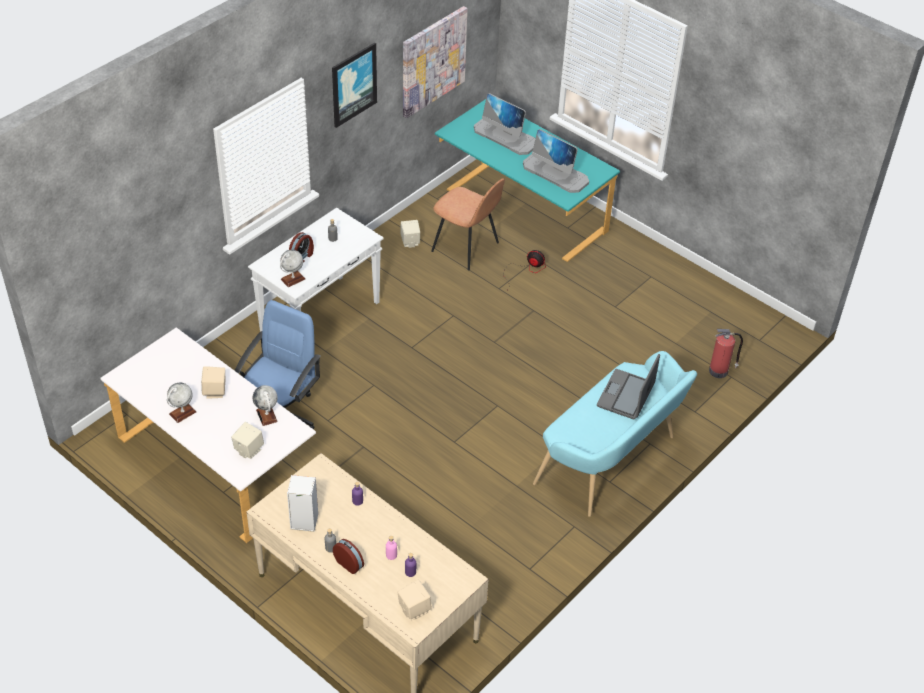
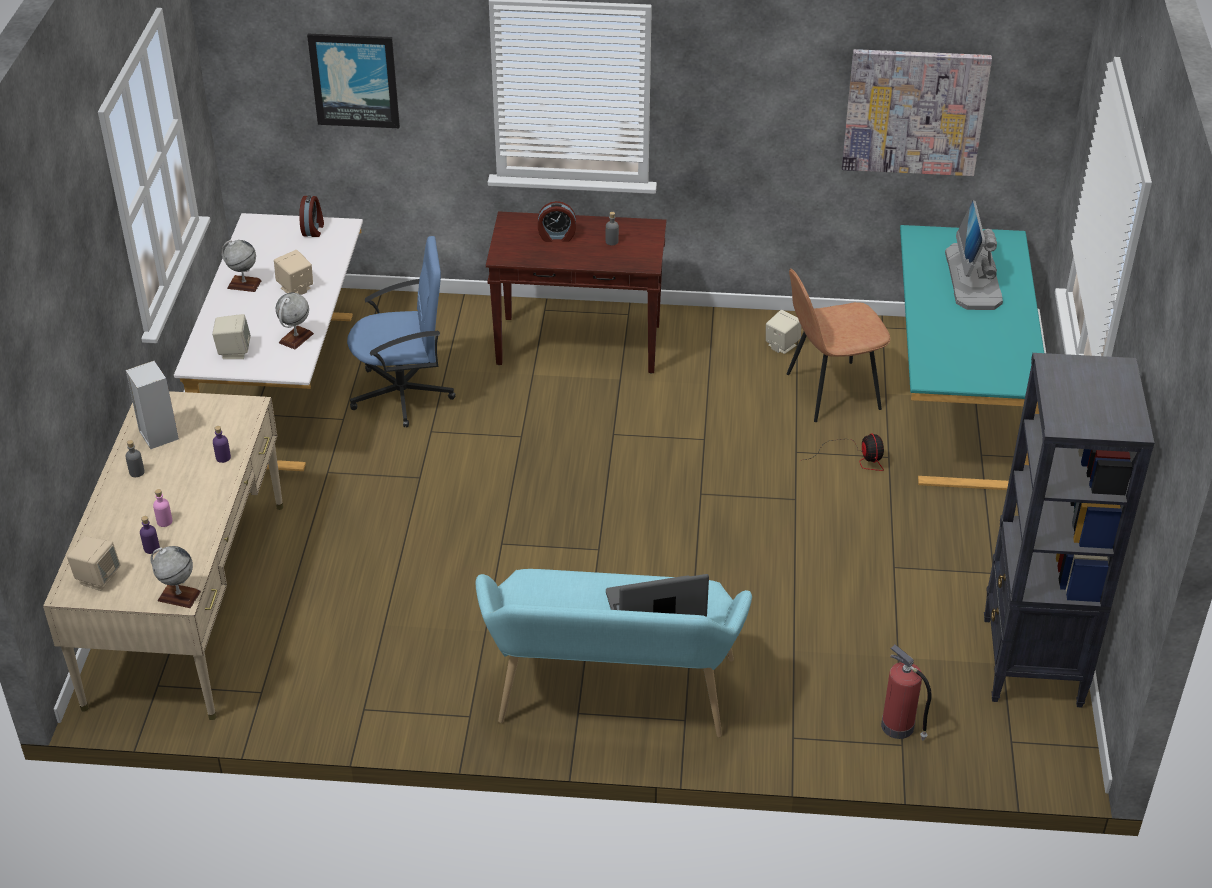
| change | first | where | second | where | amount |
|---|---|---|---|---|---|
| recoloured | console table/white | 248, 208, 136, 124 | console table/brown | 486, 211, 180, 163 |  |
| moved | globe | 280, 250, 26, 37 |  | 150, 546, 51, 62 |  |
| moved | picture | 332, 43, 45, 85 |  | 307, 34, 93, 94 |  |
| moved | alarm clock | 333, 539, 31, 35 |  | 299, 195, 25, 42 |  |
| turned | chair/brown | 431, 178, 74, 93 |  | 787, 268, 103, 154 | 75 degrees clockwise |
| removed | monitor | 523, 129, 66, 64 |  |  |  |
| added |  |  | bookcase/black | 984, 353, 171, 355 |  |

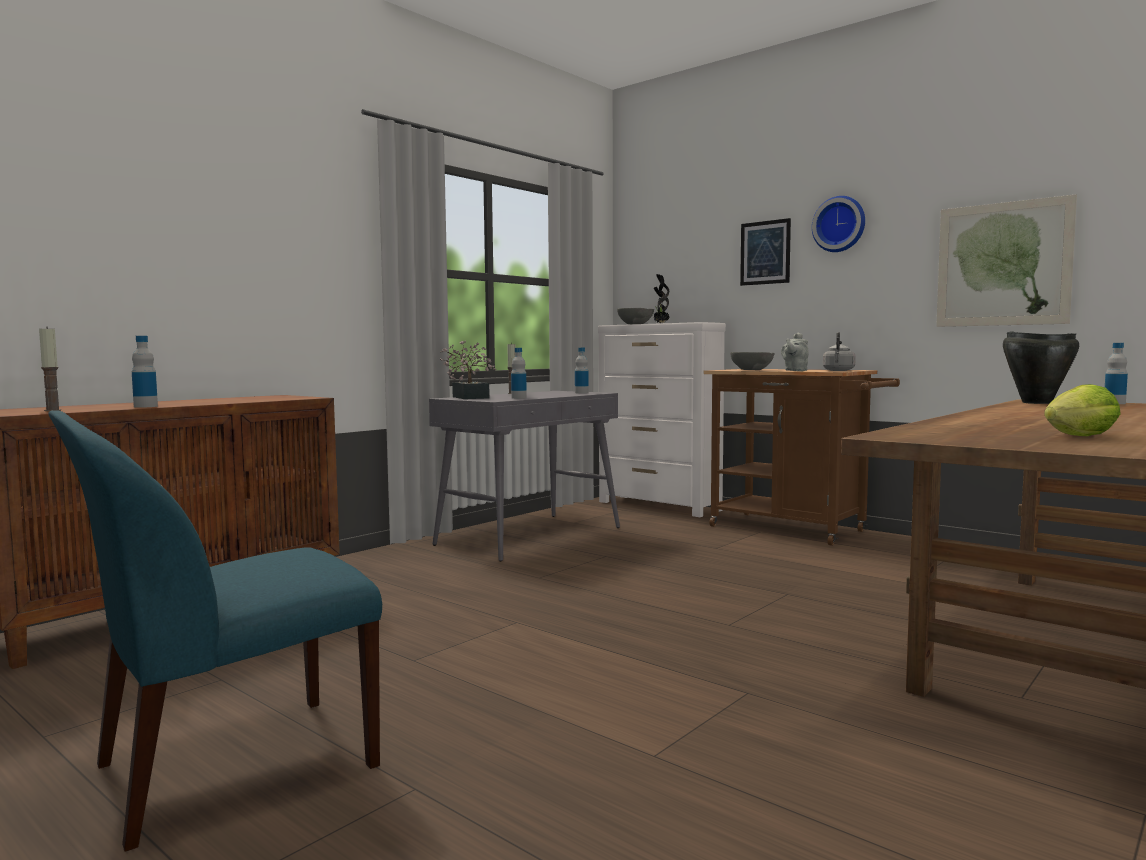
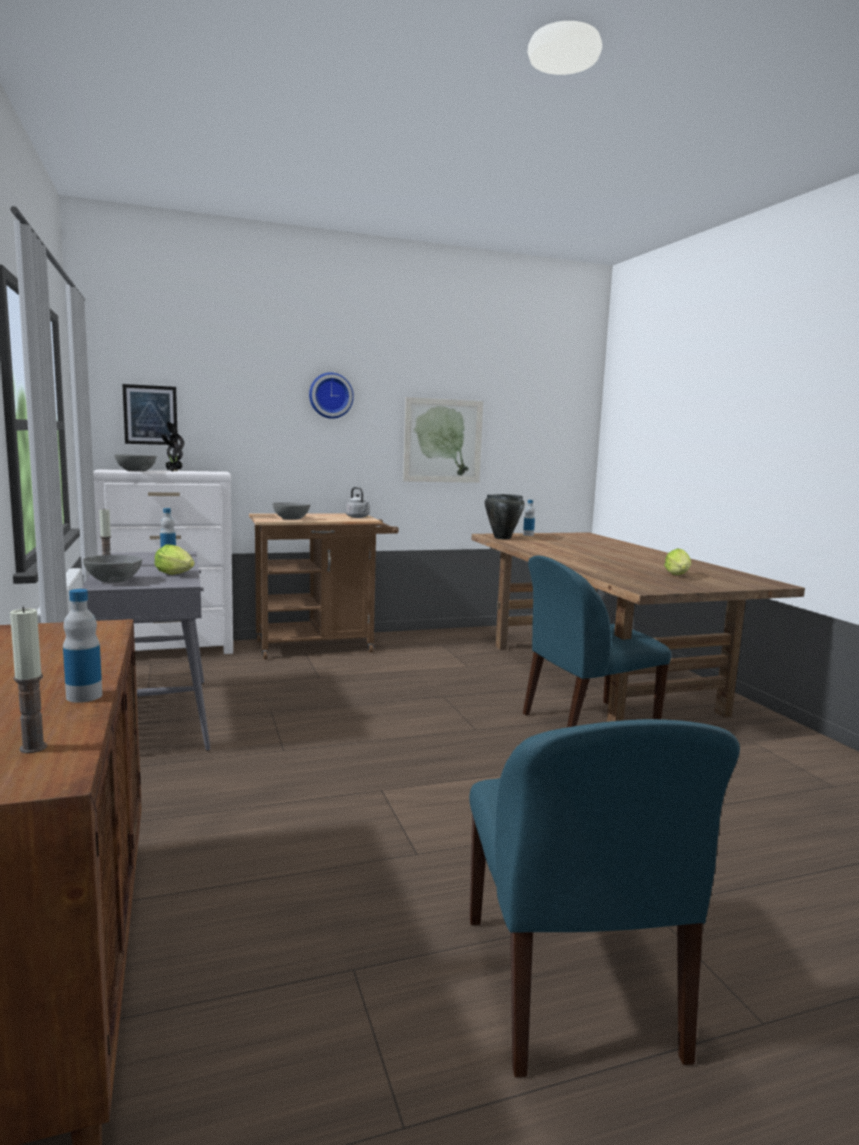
| change | first | where | second | where | amount |
|---|---|---|---|---|---|
| replaced | potted plant | 440, 340, 56, 59 | bowl/grey | 83, 555, 59, 28 |  |
| replaced | bottle | 511, 348, 16, 51 | lettuce | 154, 545, 41, 30 |  |
| moved | picture | 740, 218, 51, 68 |  | 122, 384, 56, 61 |  |
| removed | teapot/grey | 781, 332, 28, 39 |  |  |  |
| added |  |  | chair/blue | 523, 556, 148, 171 |  |

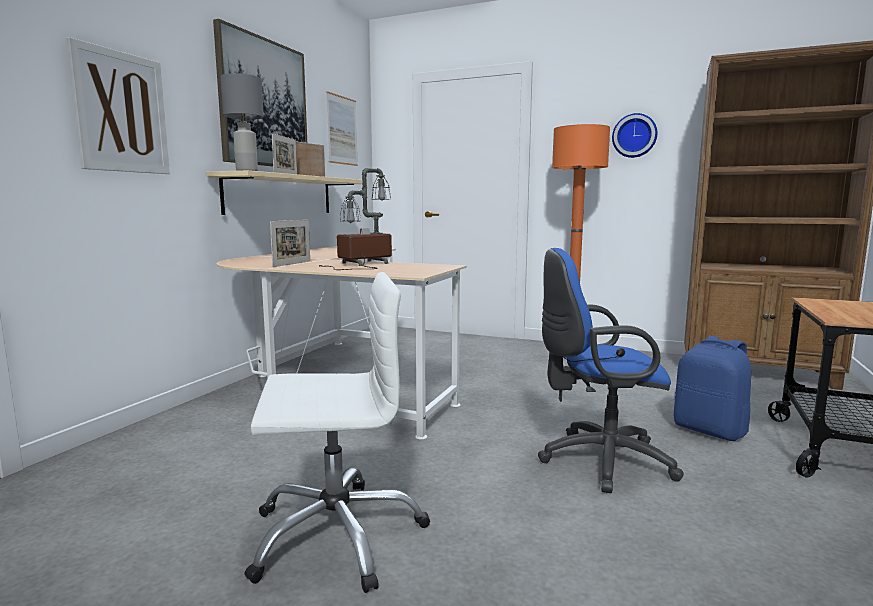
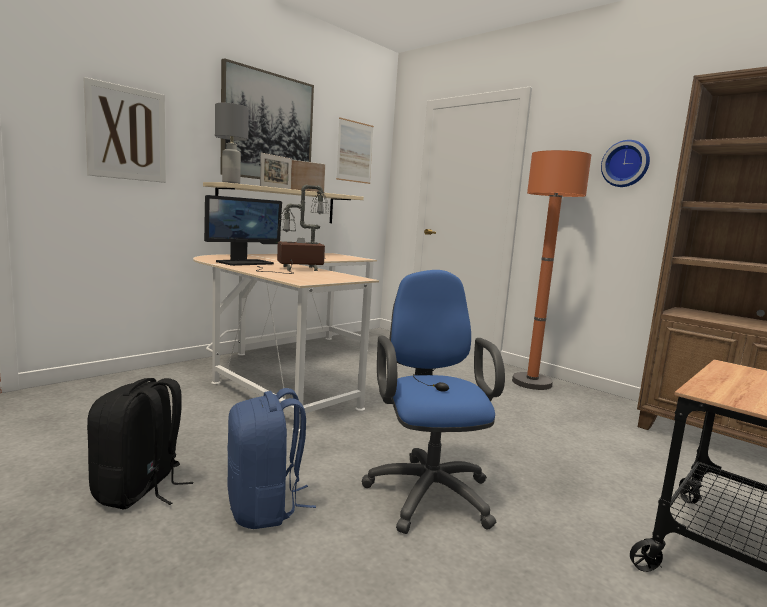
| change | first | where | second | where | amount |
|---|---|---|---|---|---|
| replaced | office chair/white | 244, 272, 186, 321 | backpack/black | 87, 378, 107, 131 |  |
| replaced | picture frame | 270, 220, 40, 47 | monitor | 204, 195, 78, 71 |  |
| turned | office chair/blue | 538, 248, 146, 245 |  | 361, 270, 144, 264 | 60 degrees clockwise |
| moved | backpack/blue | 674, 336, 77, 105 |  | 227, 388, 89, 141 |  |

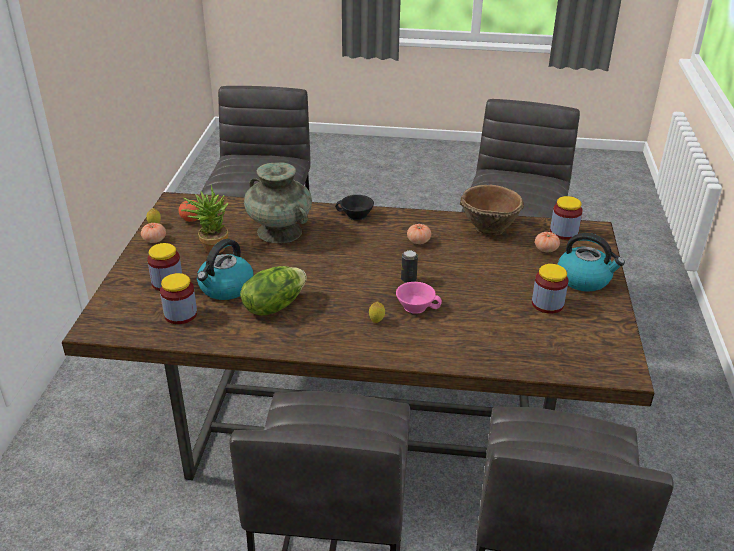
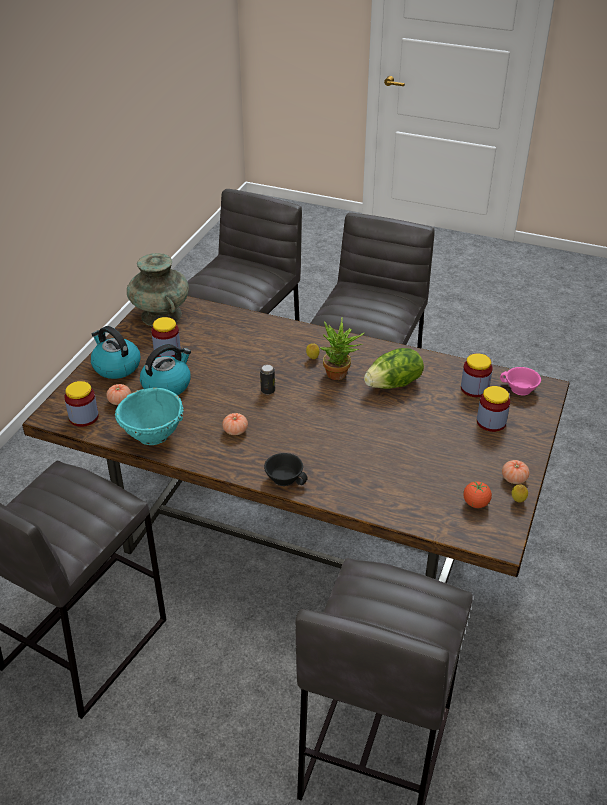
| change | first | where | second | where | amount |
|---|---|---|---|---|---|
| moved | potted plant | 181, 184, 47, 69 |  | 320, 317, 44, 63 |  |
| moved | kettle | 197, 239, 57, 61 |  | 140, 344, 51, 51 |  |
| moved | vase/turquoise | 244, 162, 68, 81 |  | 127, 253, 62, 74 |  |
| moved | cup/pink | 396, 282, 46, 32 |  | 500, 367, 41, 29 |  |
| recoloured | bowl/brown | 460, 185, 64, 50 | bowl/turquoise | 115, 388, 69, 57 |  |

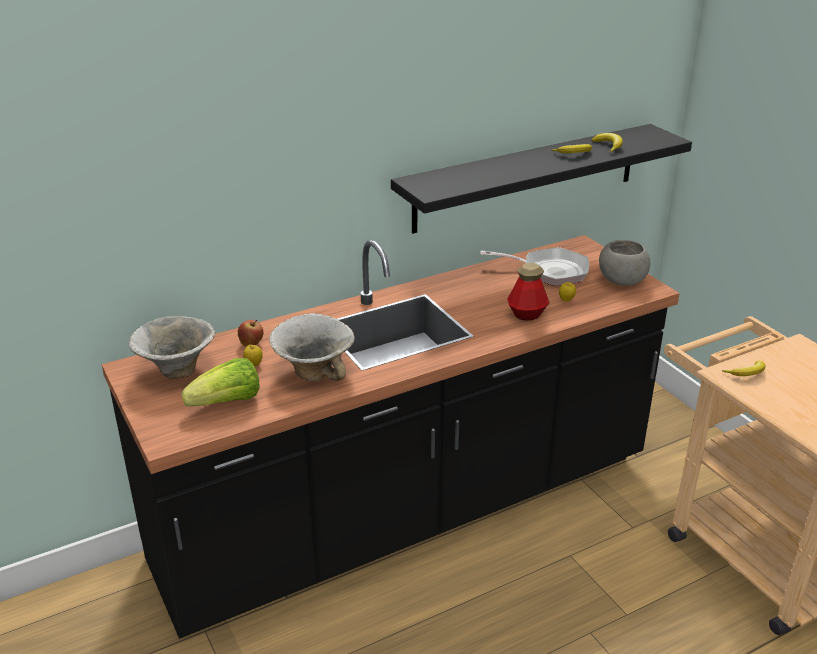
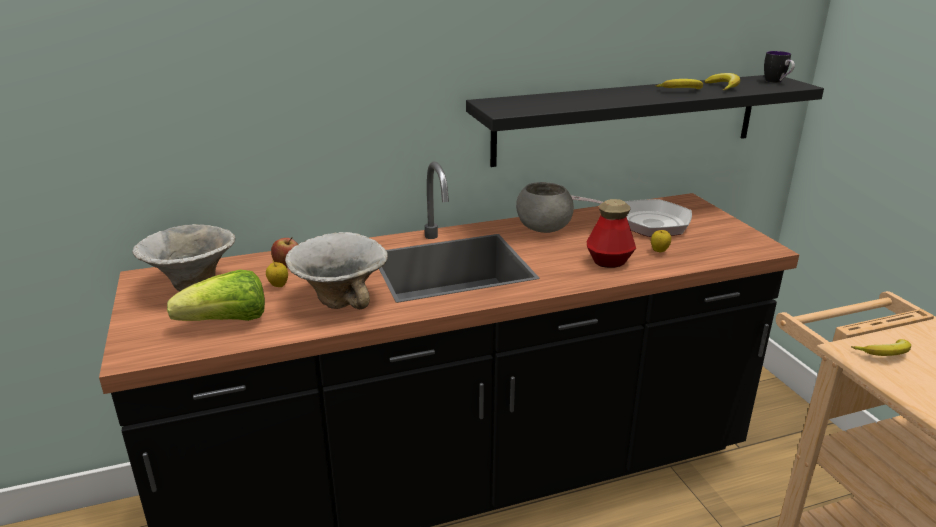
| change | first | where | second | where | amount |
|---|---|---|---|---|---|
| moved | bowl/grey | 599, 240, 51, 46 |  | 516, 182, 58, 51 |  |
| added |  |  | mug | 764, 51, 31, 32 |  |

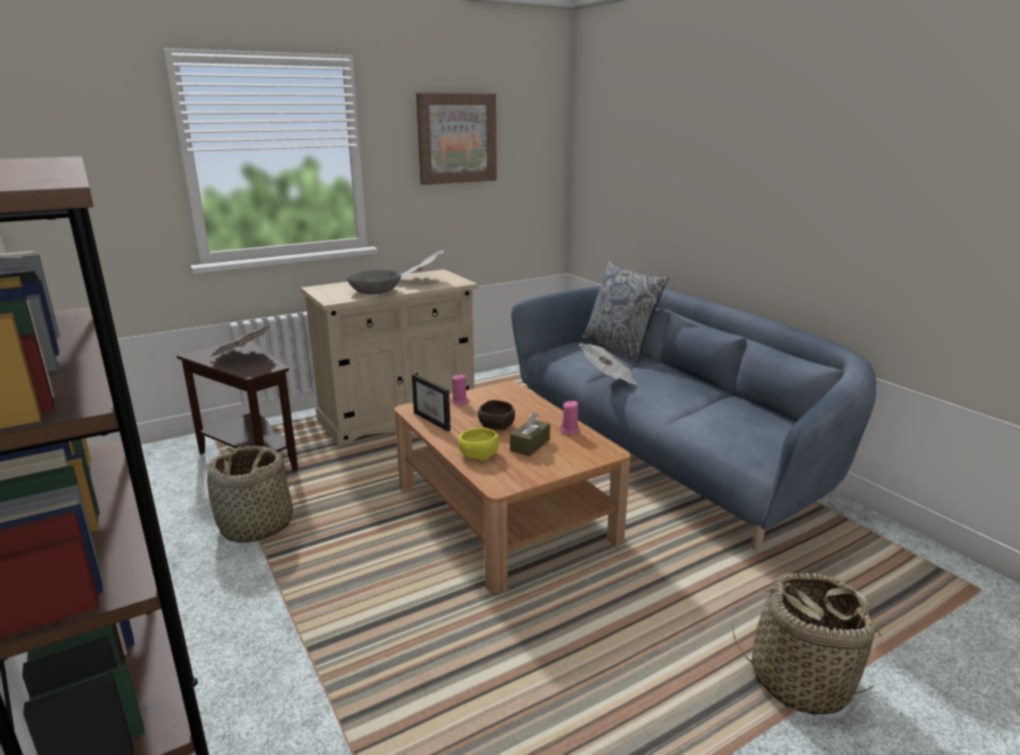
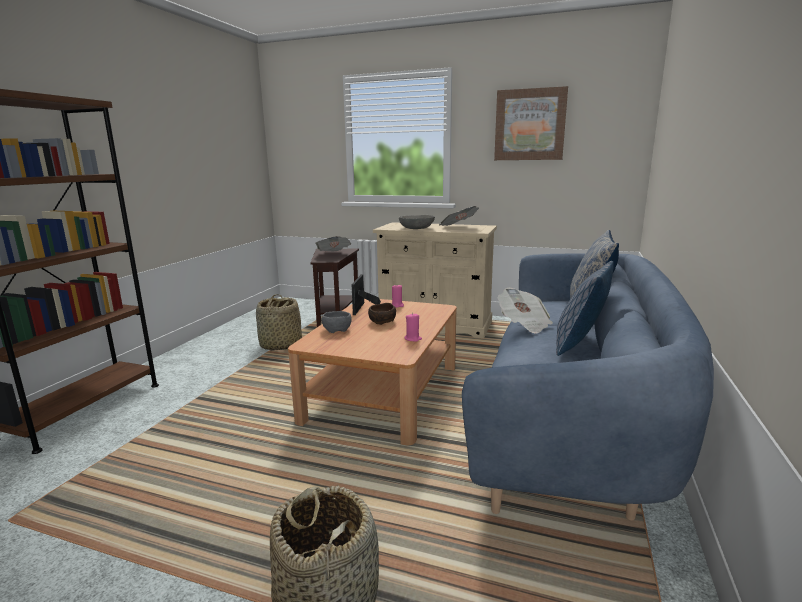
| change | first | where | second | where | amount |
|---|---|---|---|---|---|
| recoloured | bowl/yellow | 458, 428, 41, 33 | bowl/grey | 322, 311, 30, 22 |  |
| removed | tissue box/brown | 510, 413, 40, 43 |  |  |  |
| added |  |  | pillow | 556, 261, 58, 95 |  |

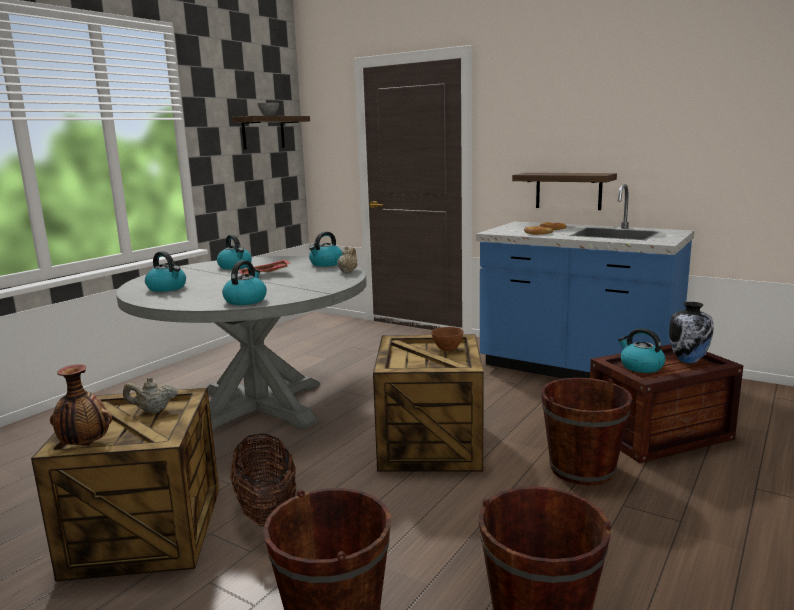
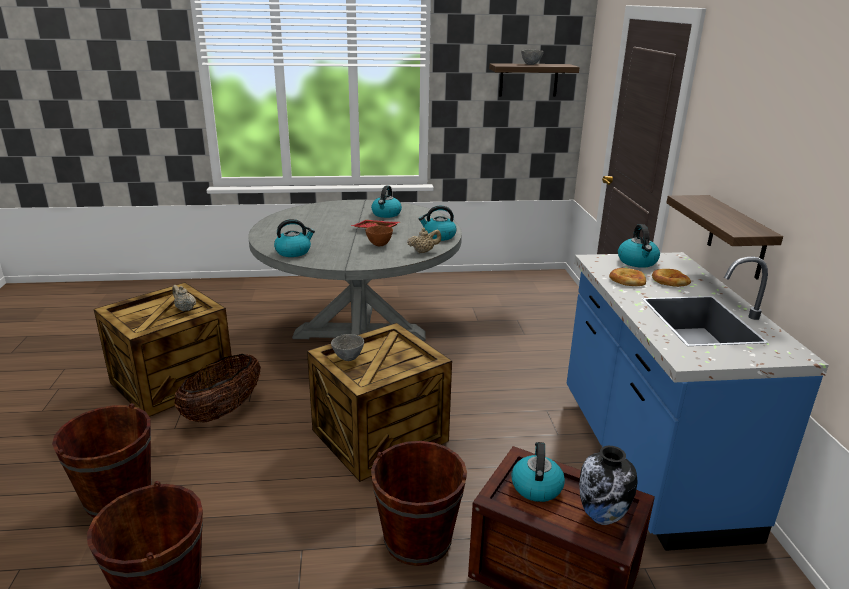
| change | first | where | second | where | amount |
|---|---|---|---|---|---|
| removed | vase | 50, 364, 62, 82 |  |  |  |
| moved | kettle | 145, 251, 41, 41 |  | 618, 224, 42, 44 |  |
| moved | bowl/brown | 431, 327, 32, 24 |  | 365, 225, 28, 21 |  |
| added |  |  | bowl/grey | 331, 334, 33, 27 |  |

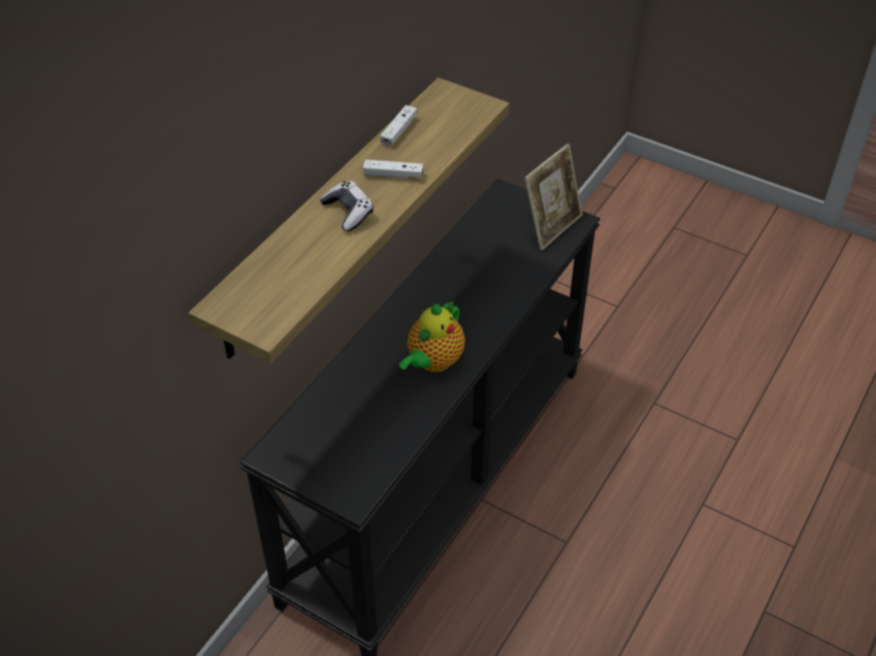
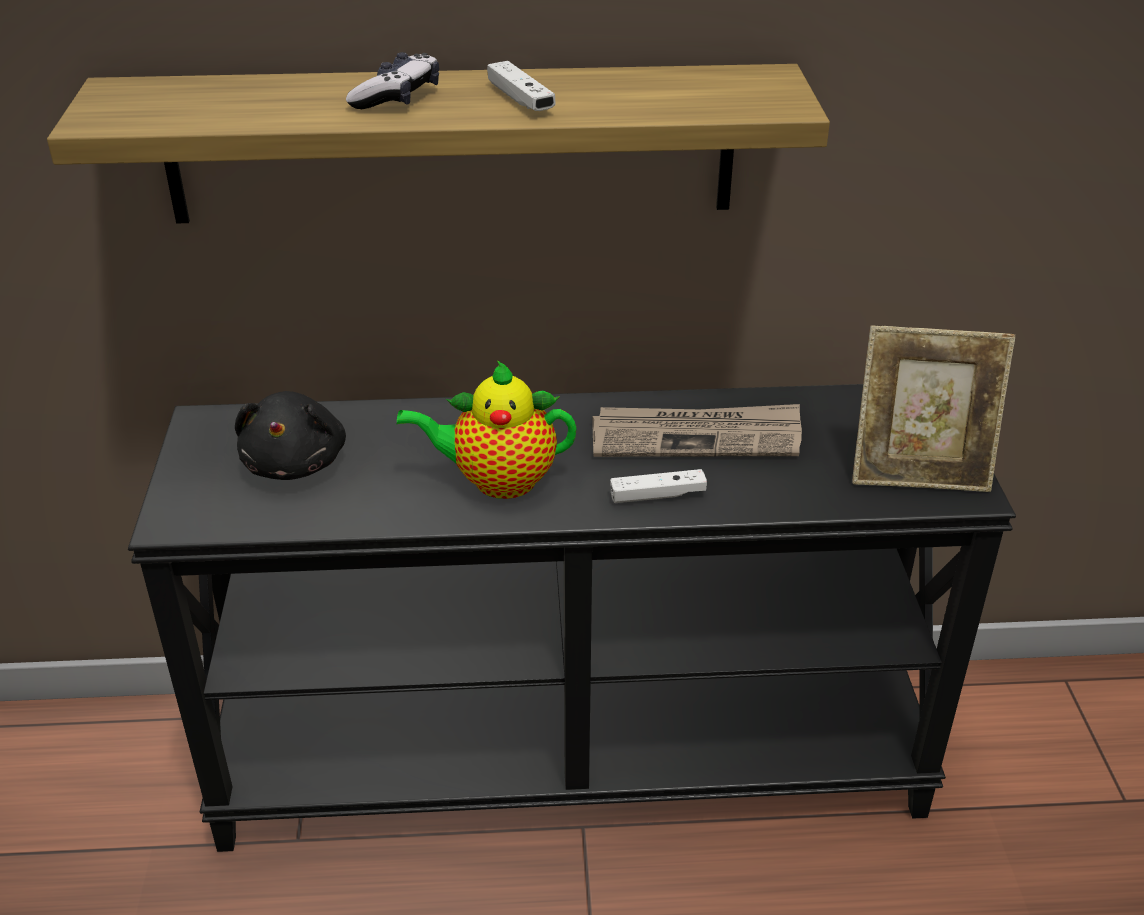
| change | first | where | second | where | amount |
|---|---|---|---|---|---|
| moved | game controller/white | 380, 105, 37, 42 |  | 610, 469, 97, 34 |  |
| added |  |  | plush toy/black | 235, 391, 111, 89 |  |
| added |  |  | newspaper | 592, 404, 210, 53 |  |

